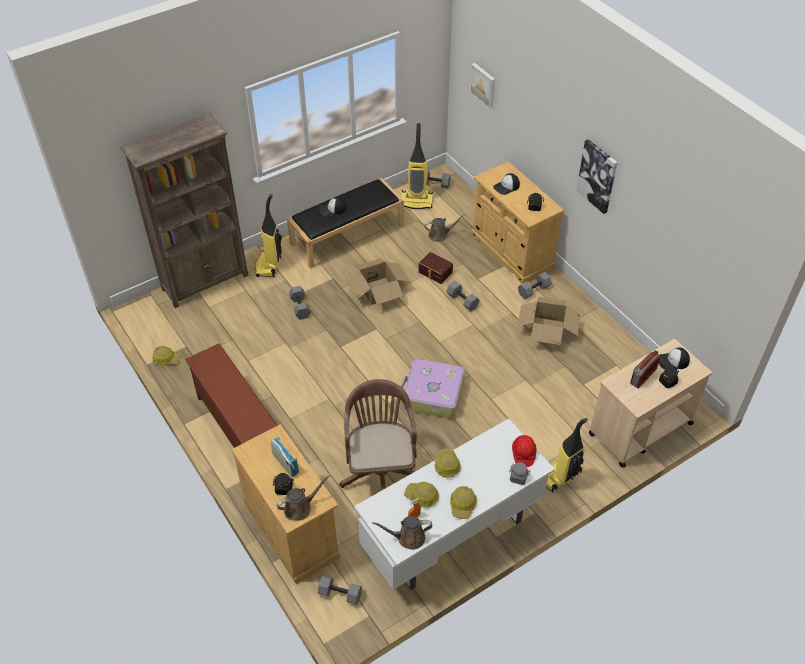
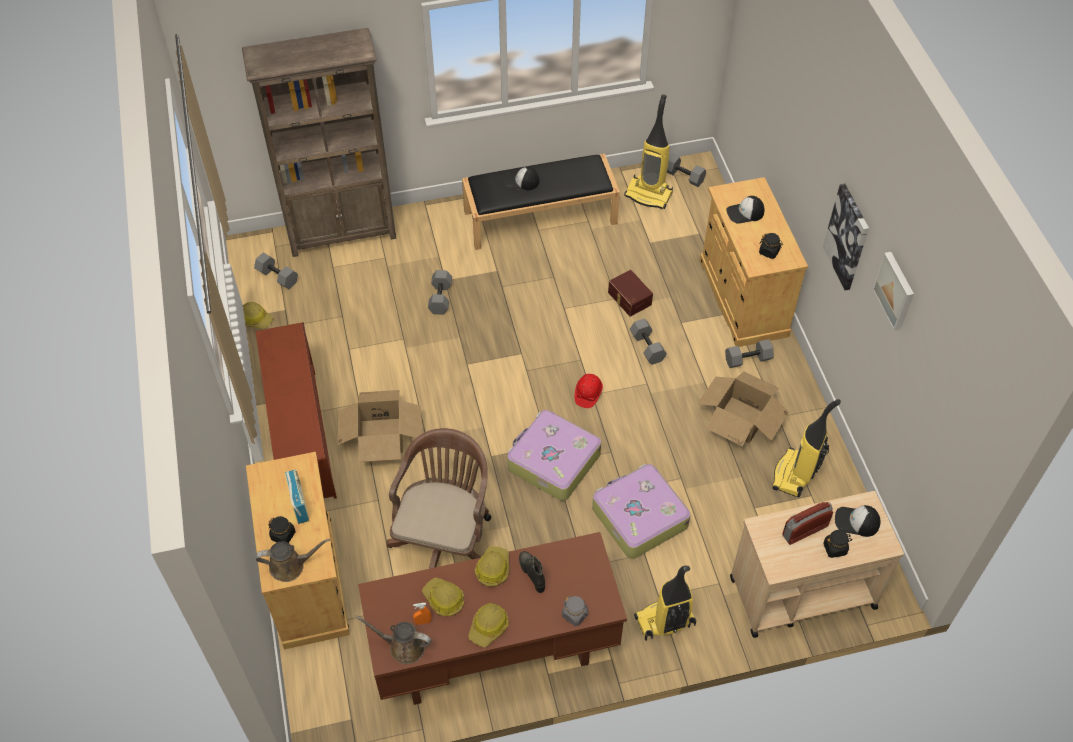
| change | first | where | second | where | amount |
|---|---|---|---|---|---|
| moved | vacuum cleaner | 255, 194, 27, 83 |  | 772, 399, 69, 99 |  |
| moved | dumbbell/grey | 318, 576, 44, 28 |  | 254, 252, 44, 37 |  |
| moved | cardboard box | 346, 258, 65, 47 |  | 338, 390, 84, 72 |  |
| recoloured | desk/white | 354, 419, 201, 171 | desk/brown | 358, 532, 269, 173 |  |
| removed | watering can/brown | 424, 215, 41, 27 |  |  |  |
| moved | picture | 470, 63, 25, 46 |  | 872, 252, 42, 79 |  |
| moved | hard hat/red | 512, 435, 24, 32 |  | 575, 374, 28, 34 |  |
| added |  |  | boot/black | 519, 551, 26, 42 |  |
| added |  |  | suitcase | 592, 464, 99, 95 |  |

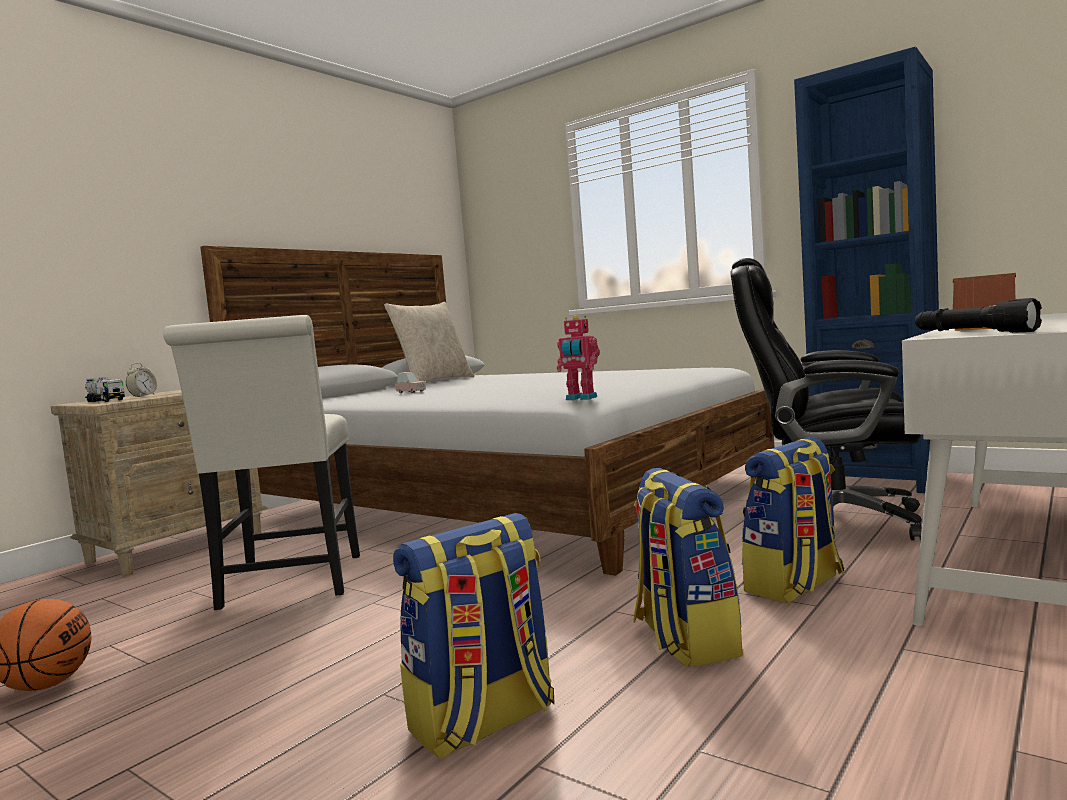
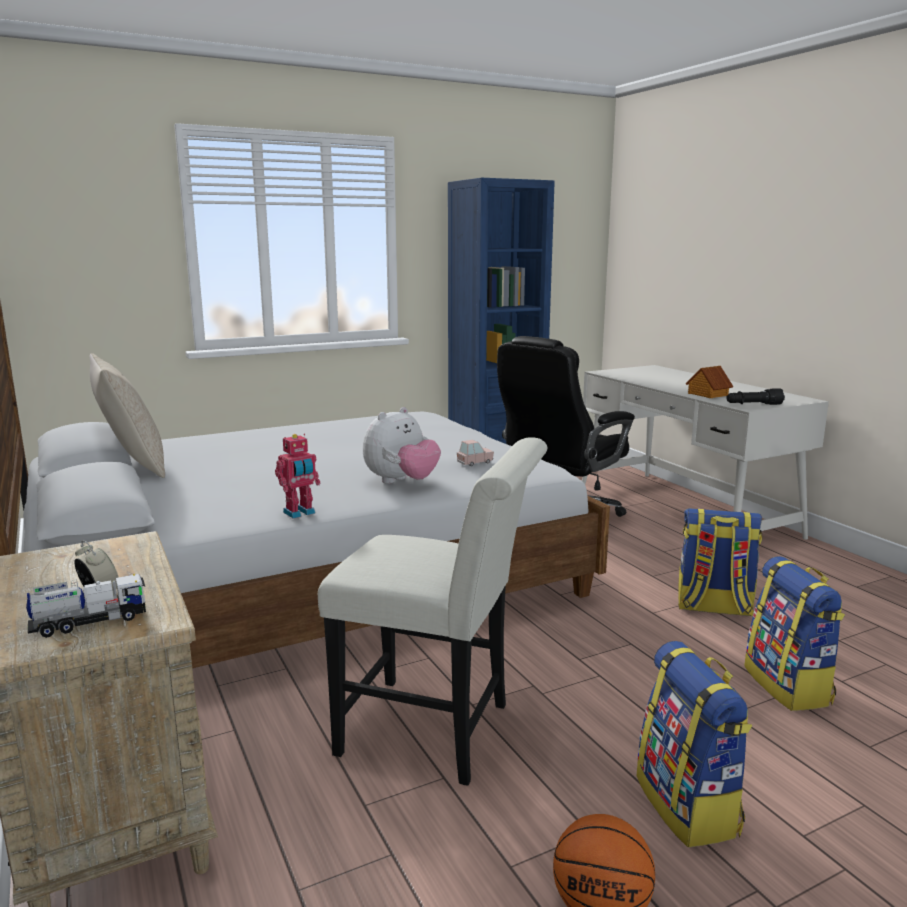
| change | first | where | second | where | amount |
|---|---|---|---|---|---|
| moved | toy car/pink | 395, 372, 31, 21 |  | 457, 440, 37, 26 |  |
| moved | toy robot | 557, 315, 43, 85 |  | 275, 434, 45, 84 |  |
| moved | backpack | 742, 437, 102, 166 |  | 637, 641, 115, 206 |  |
| added |  |  | plush toy | 363, 407, 78, 77 |  |

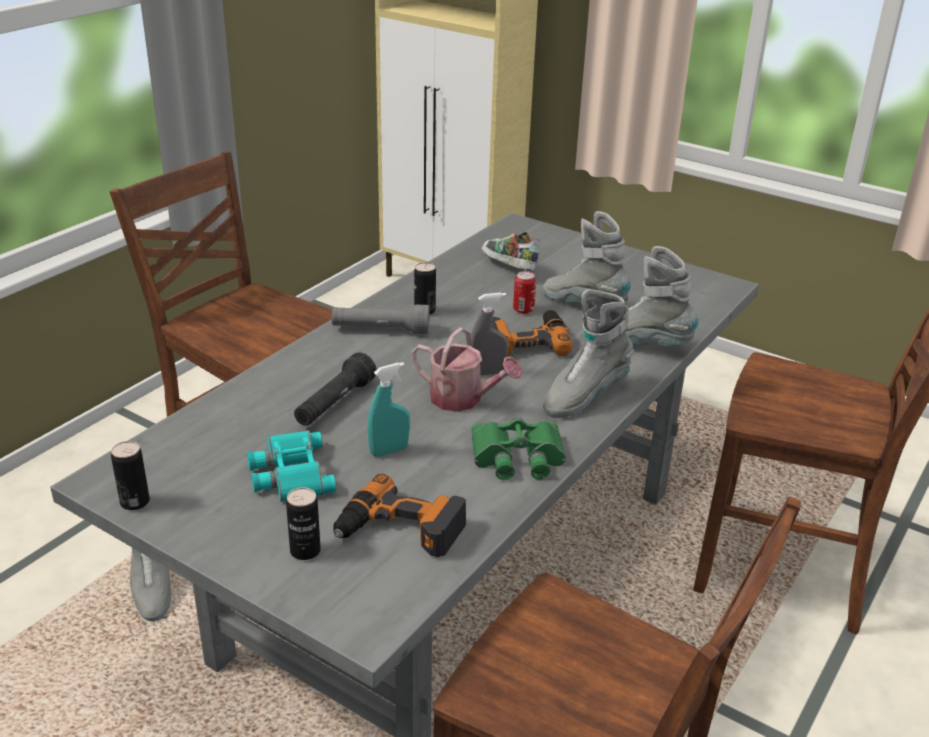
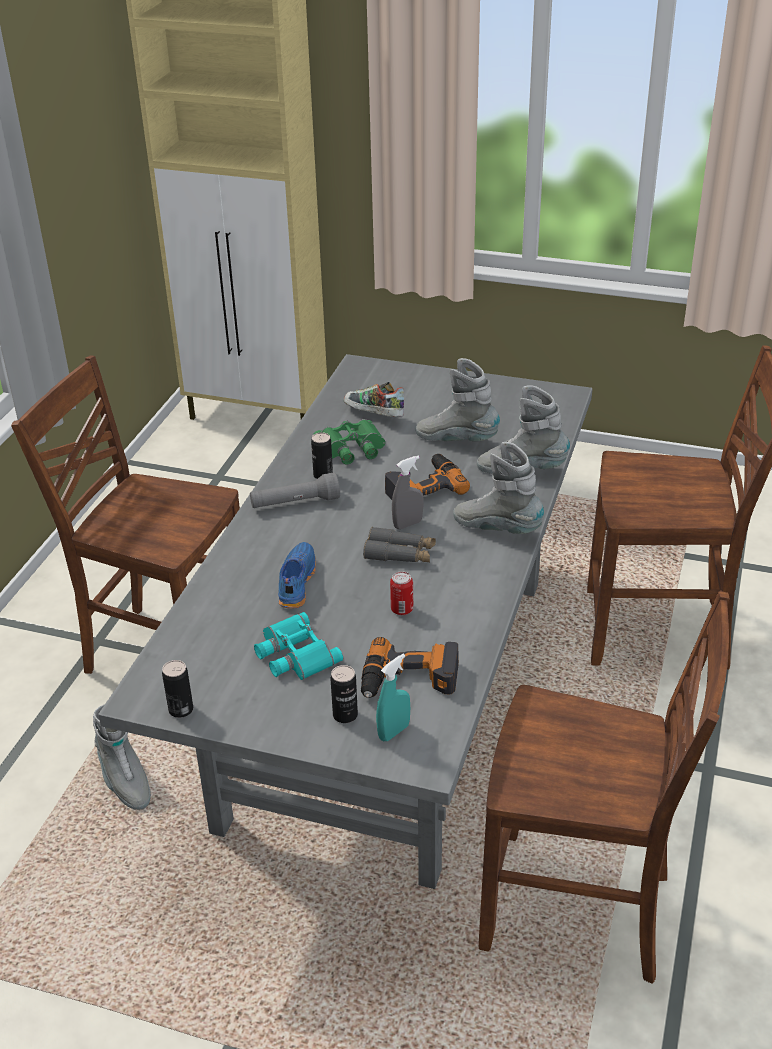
| change | first | where | second | where | amount |
|---|---|---|---|---|---|
| replaced | flashlight/black | 294, 352, 83, 74 | shoe/blue | 278, 542, 38, 67 |  |
| moved | spray bottle/turquoise | 368, 362, 42, 95 |  | 376, 654, 34, 87 |  |
| replaced | watering can | 411, 327, 111, 85 | binoculars/grey | 363, 527, 73, 35 |  |
| moved | binoculars/green | 471, 418, 95, 62 |  | 313, 419, 72, 46 |  |
| moved | can | 513, 271, 23, 43 |  | 390, 572, 23, 43 |  |
| turned | boot/grey | 543, 289, 91, 129 |  | 453, 442, 91, 92 | 90 degrees clockwise |

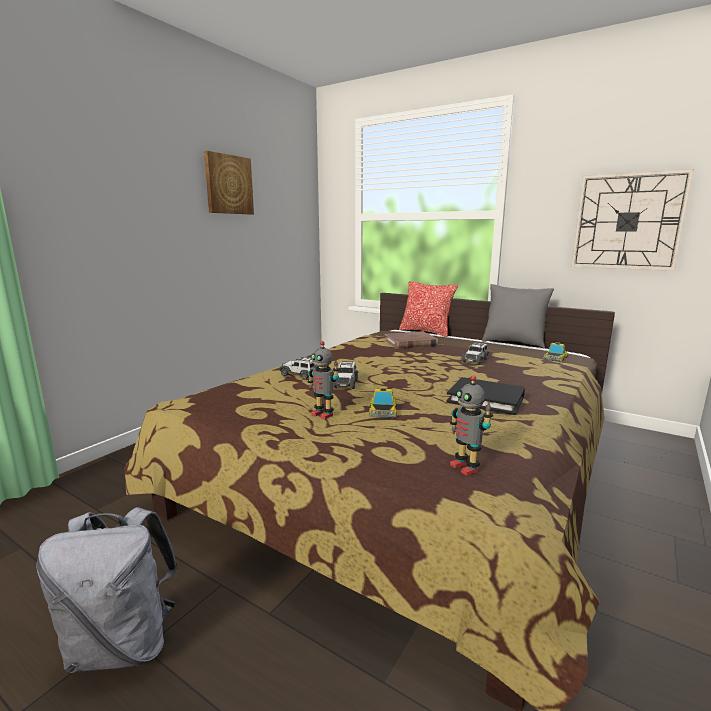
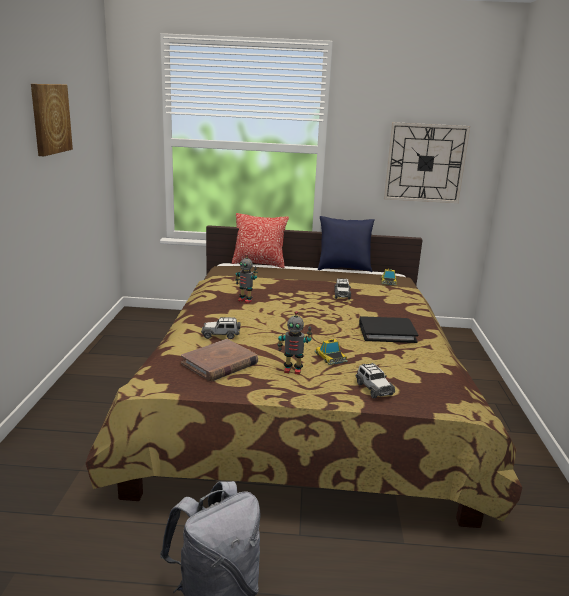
| change | first | where | second | where | amount |
|---|---|---|---|---|---|
| moved | toy car | 333, 361, 25, 28 |  | 355, 363, 40, 35 |  |
| moved | book/brown | 384, 331, 54, 18 |  | 181, 339, 77, 42 |  |
| moved | toy robot | 450, 375, 43, 101 |  | 235, 254, 23, 50 |  |
| recoloured | pillow/grey | 482, 284, 72, 65 | pillow/blue | 318, 216, 57, 56 |  |

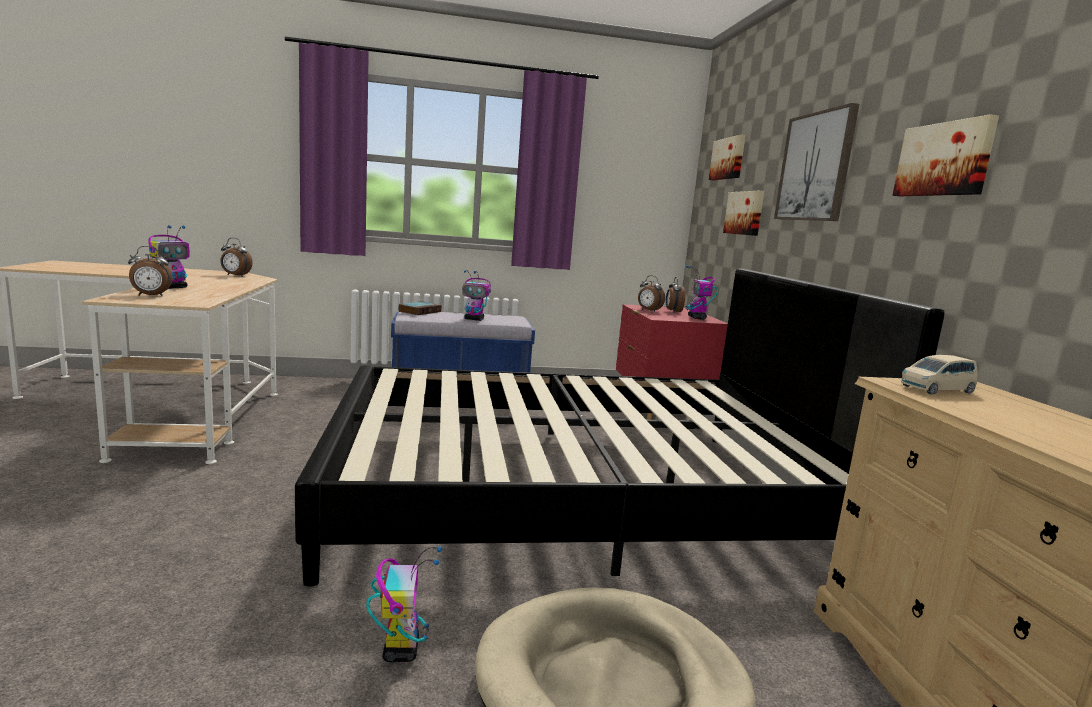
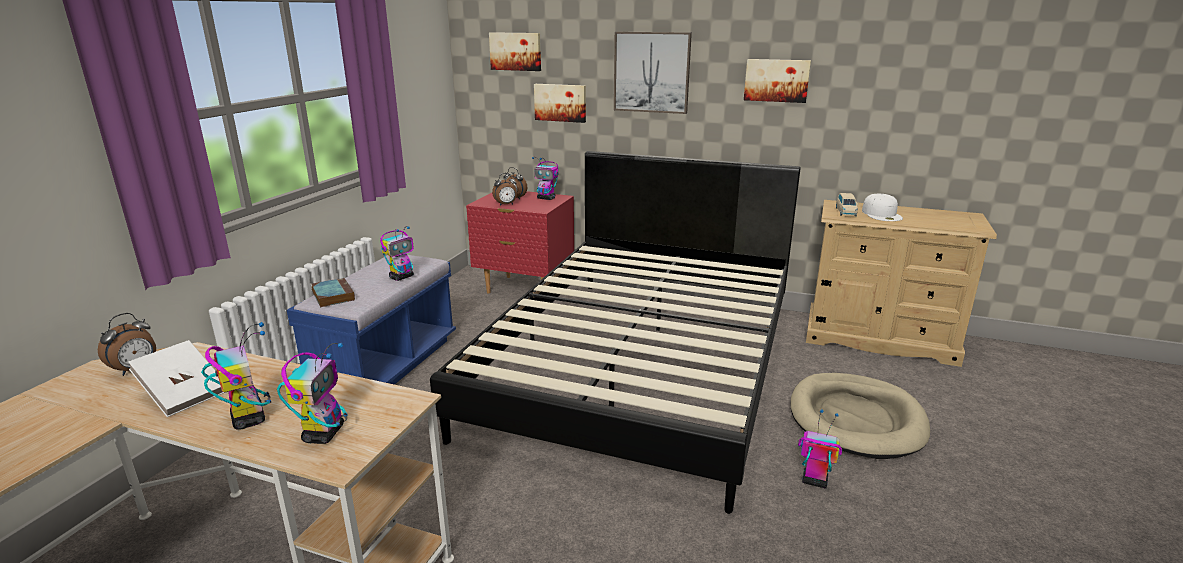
| change | first | where | second | where | amount |
|---|---|---|---|---|---|
| replaced | alarm clock | 128, 246, 45, 50 | toy robot | 277, 343, 71, 101 |  |
| added |  |  | book/white | 128, 340, 96, 77 |  |
| added |  |  | cap/white | 862, 194, 41, 27 |  |

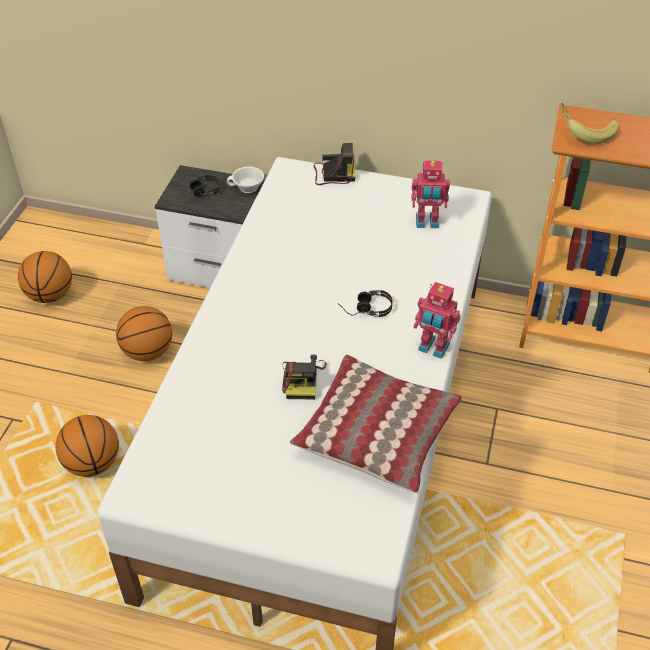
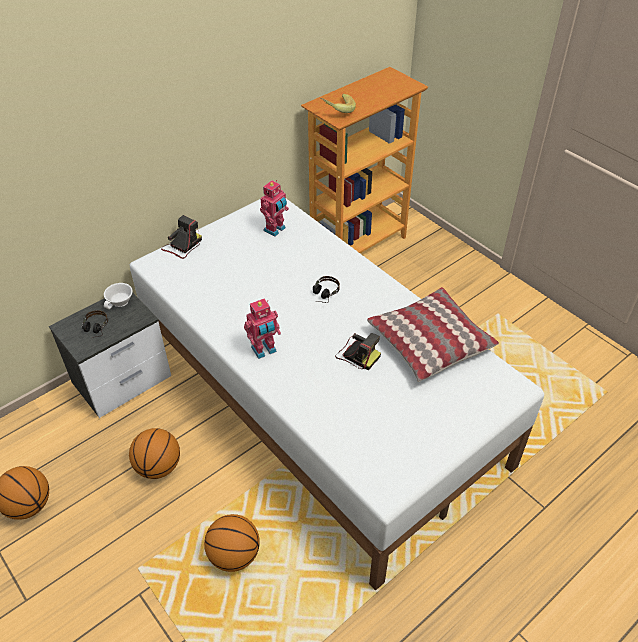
| change | first | where | second | where | amount |
|---|---|---|---|---|---|
| moved | toy robot | 413, 282, 47, 77 |  | 244, 298, 37, 61 |  |

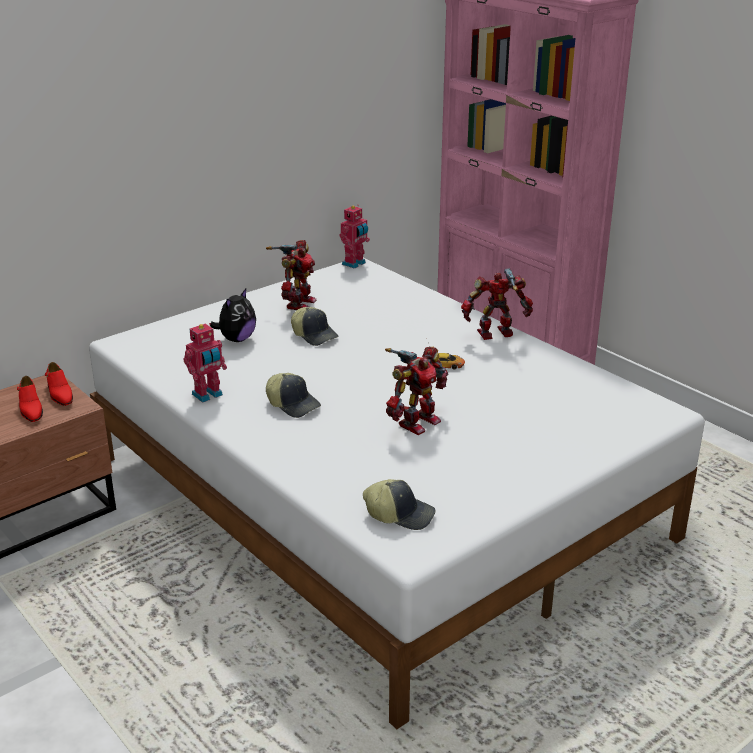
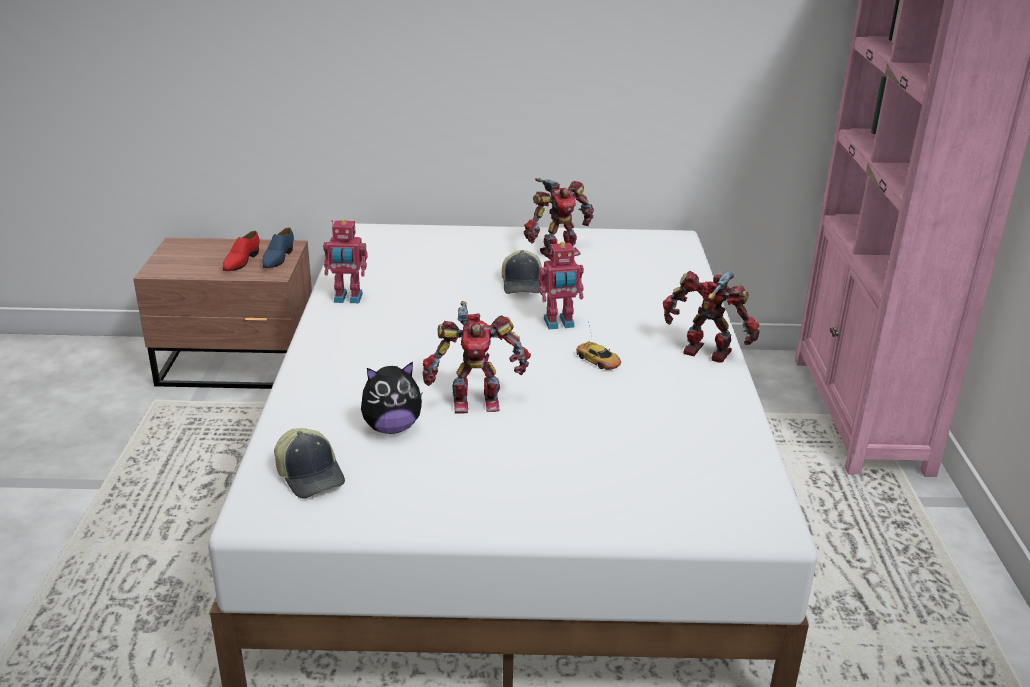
| change | first | where | second | where | amount |
|---|---|---|---|---|---|
| recoloured | shoe/red | 45, 362, 28, 44 | shoe/blue | 262, 227, 32, 41 |  |
| moved | plush toy | 210, 289, 46, 53 |  | 361, 361, 61, 73 |  |
| removed | cap | 266, 373, 55, 45 |  |  |  |
| moved | toy robot | 340, 206, 30, 63 |  | 538, 242, 46, 87 |  |

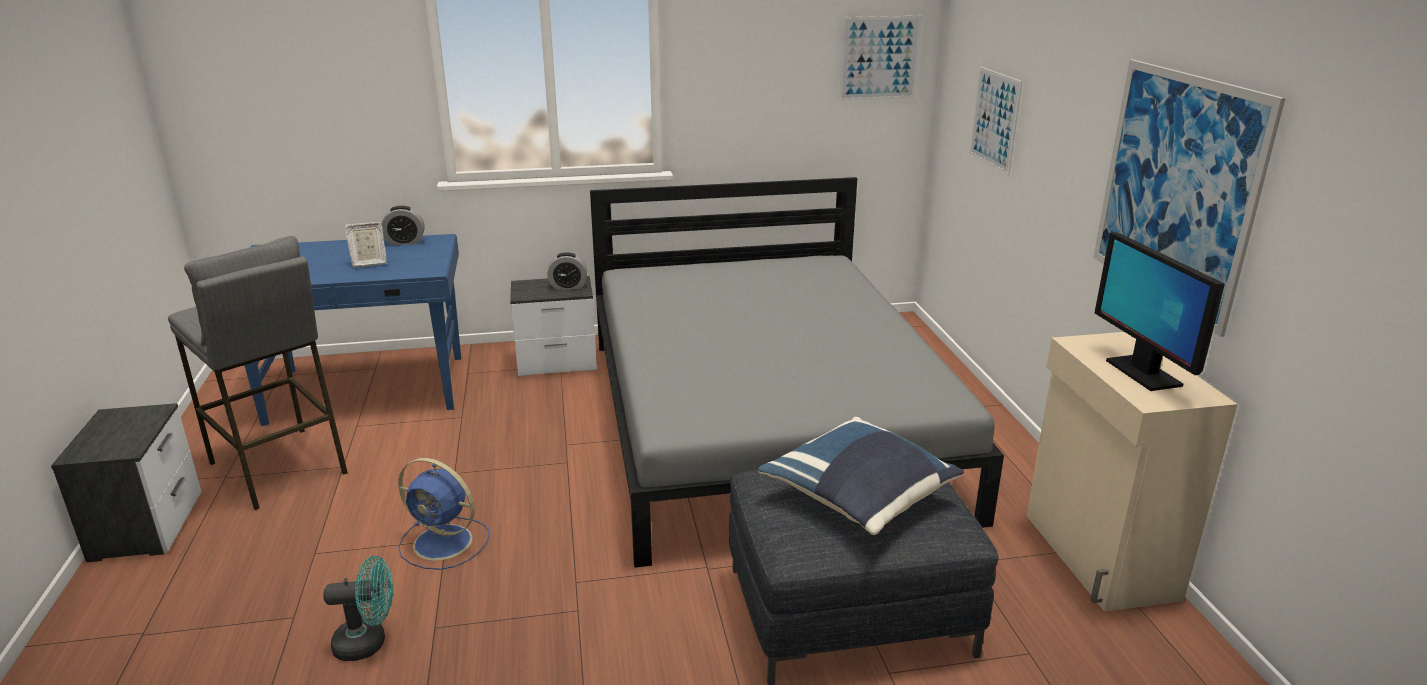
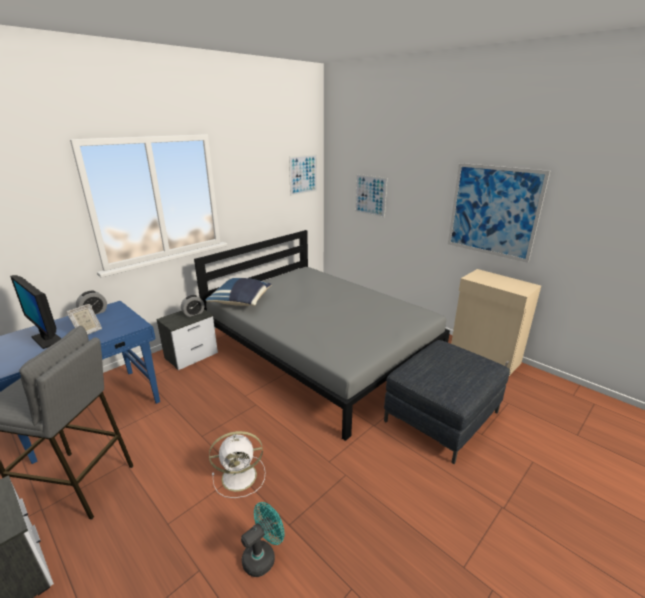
| change | first | where | second | where | amount |
|---|---|---|---|---|---|
| recoloured | fan/blue | 398, 458, 91, 112 | fan/white | 209, 431, 57, 67 |  |
| moved | pillow/blue | 758, 417, 206, 118 |  | 206, 278, 66, 28 |  |
| moved | monitor | 1095, 232, 130, 159 |  | 10, 275, 51, 74 |  |

